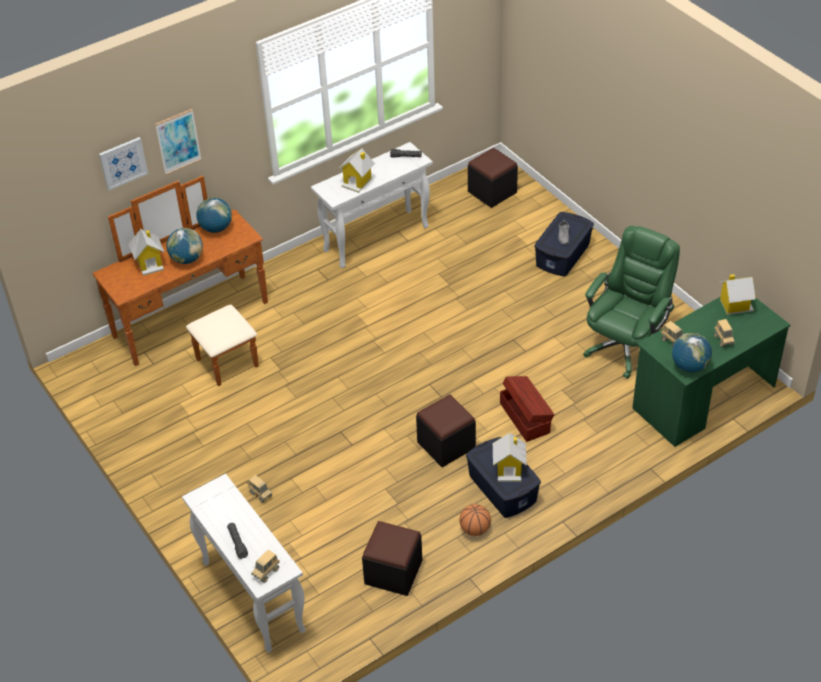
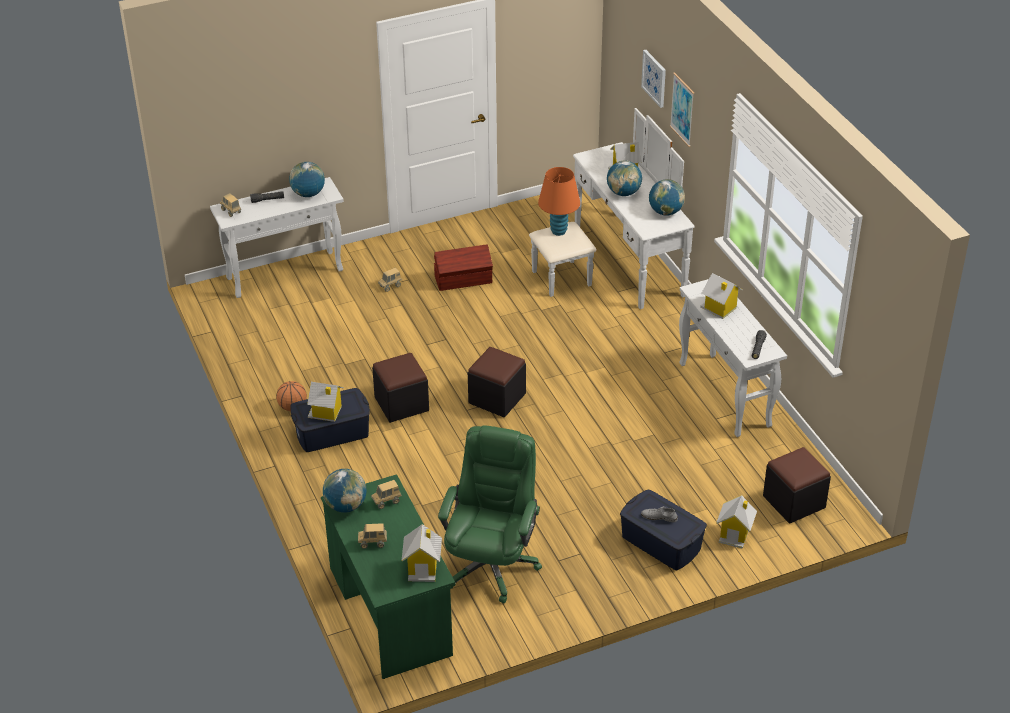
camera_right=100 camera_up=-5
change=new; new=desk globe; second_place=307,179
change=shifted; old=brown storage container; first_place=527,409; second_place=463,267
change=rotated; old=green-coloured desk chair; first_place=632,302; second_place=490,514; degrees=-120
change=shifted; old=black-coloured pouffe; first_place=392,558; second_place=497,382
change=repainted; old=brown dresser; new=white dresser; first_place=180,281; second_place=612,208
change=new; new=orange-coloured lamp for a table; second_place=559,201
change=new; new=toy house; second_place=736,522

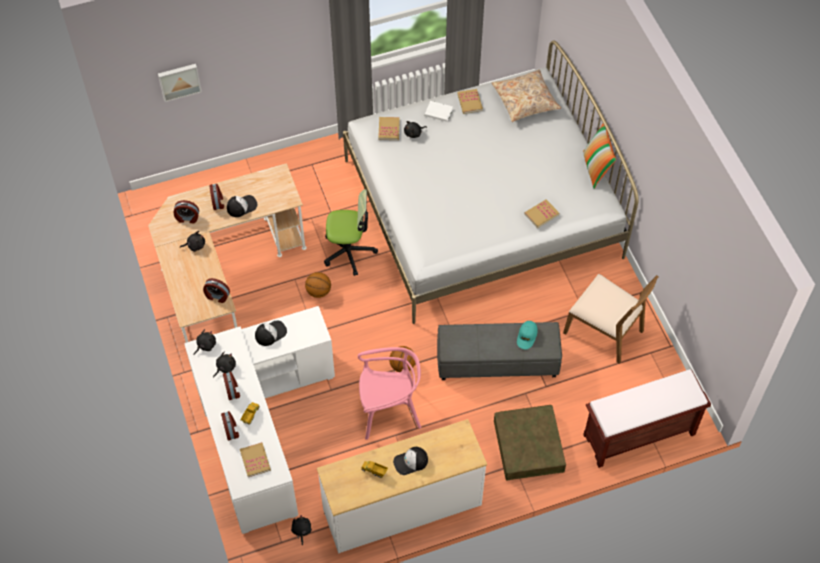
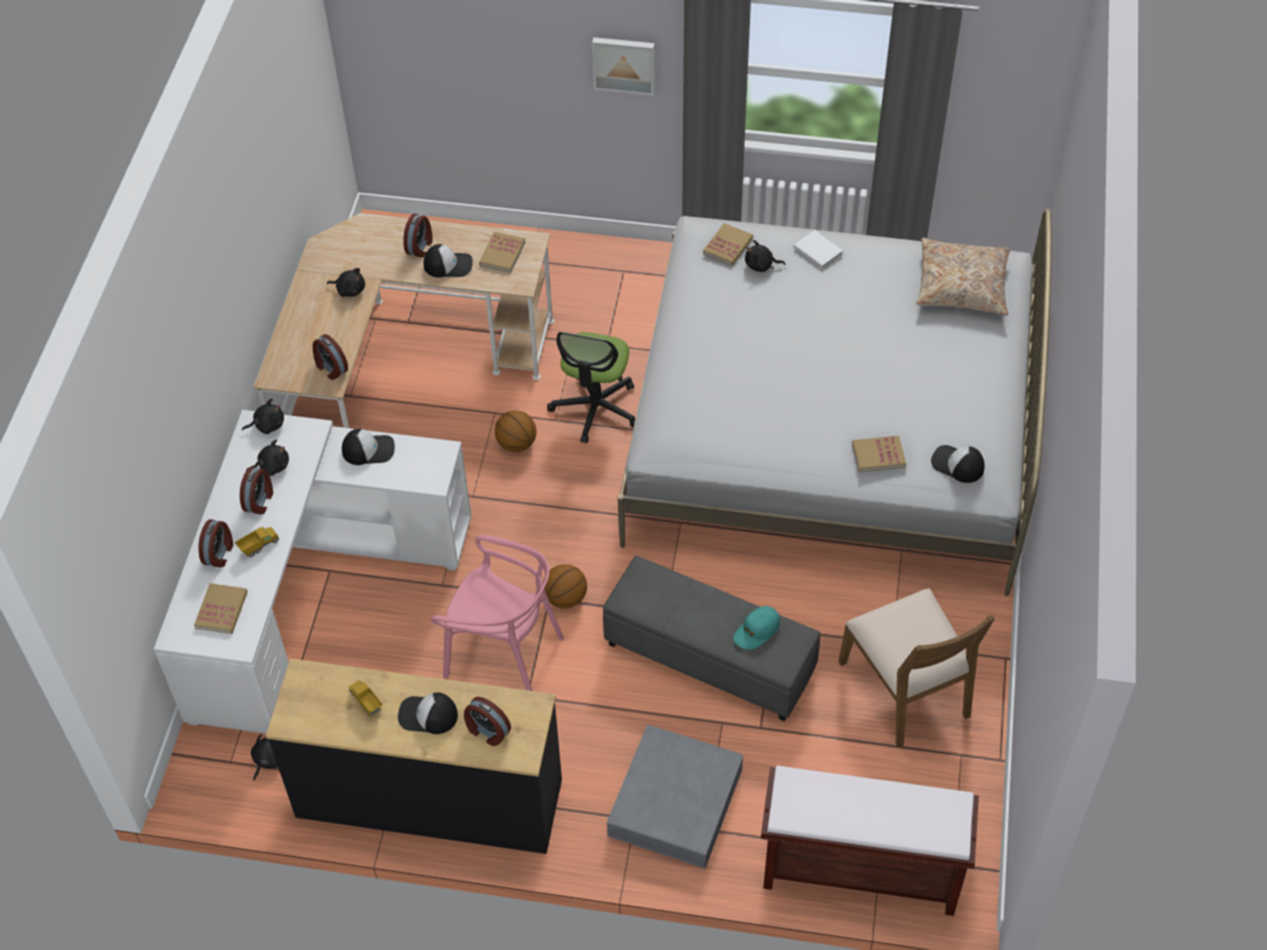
camera_right=30 camera_up=-5
change=repainted; old=white dresser; new=black-coloured dresser; first_place=402,486; second_place=414,756
change=shifted; old=alarm clock; first_place=186,211; second_place=487,721
change=shifted; old=bound book; first_place=470,101; second_place=502,252
change=rotated; old=desk chair; first_place=351,232; second_place=591,387; degrees=75
change=shifted; old=picture; first_place=180,83; second_place=623,66
change=repainted; old=brown storage container; new=gray storage container; first_place=530,443; second_place=675,797
change=new; new=cap; second_place=958,464
change=gone; old=cushion; first_place=599,156

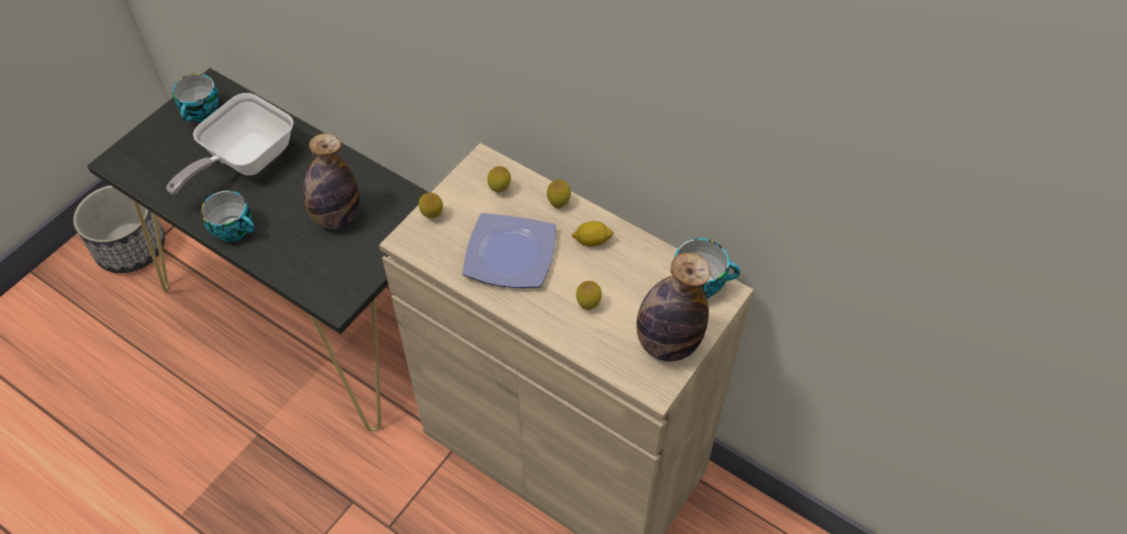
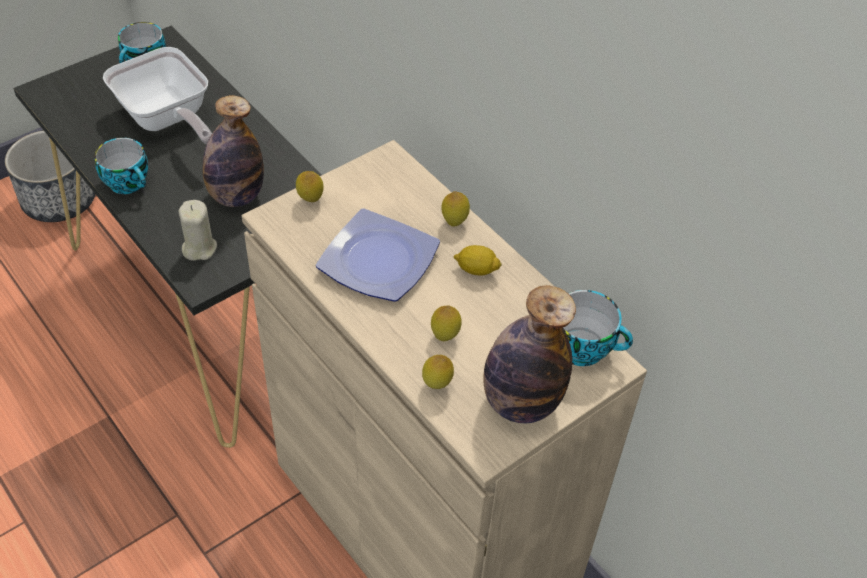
camera_right=15 camera_up=-5
change=rotated; old=pan; first_place=230,143; second_place=157,95; degrees=-90
change=new; new=sand-coloured wax candle; second_place=198,230
change=shifted; old=lemon; first_place=499,179; second_place=438,372

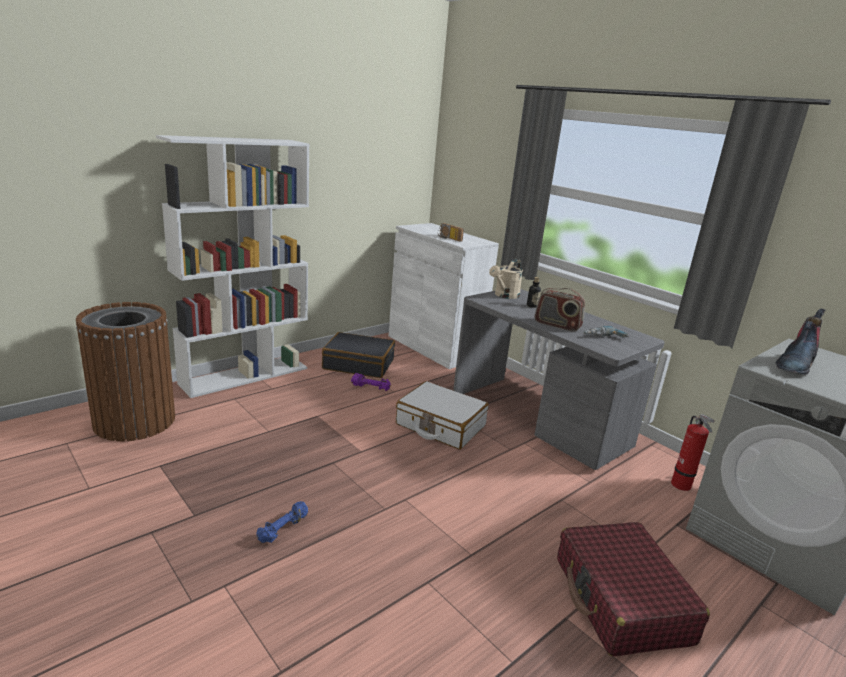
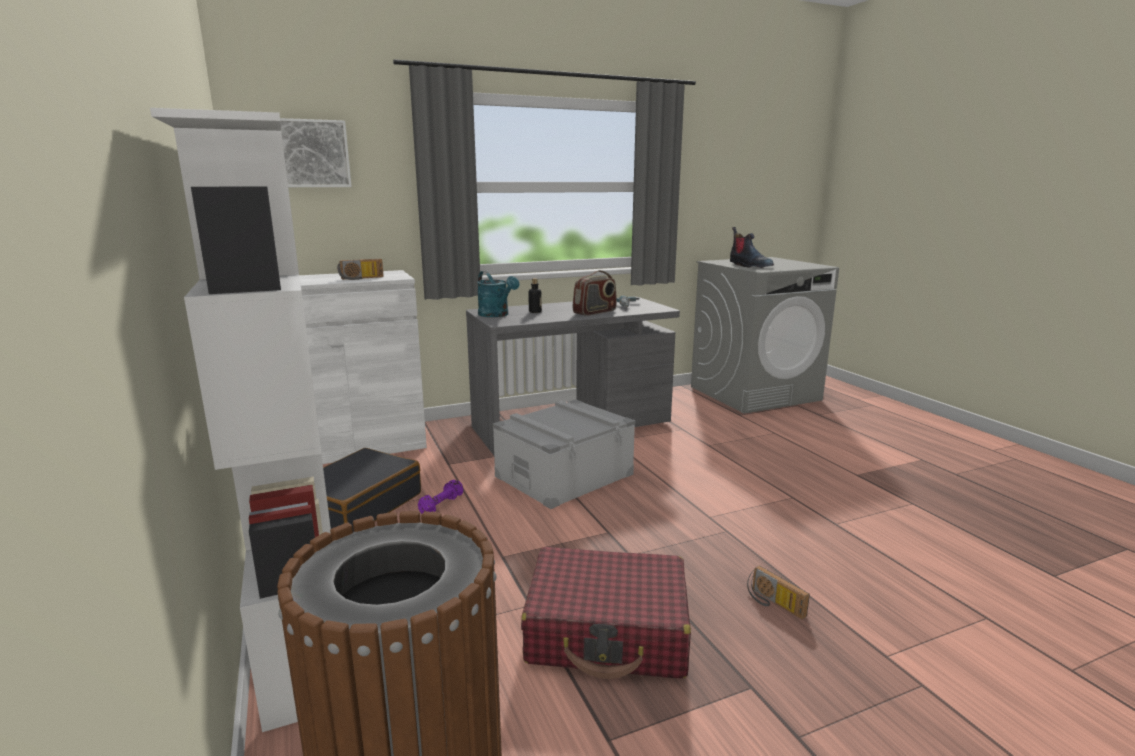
camera_right=-70 camera_up=-5
change=new; new=picture; second_place=316,152
change=repainted; old=sand-coloured sprinkling can; new=turquoise-coloured sprinkling can; first_place=506,279; second_place=498,294
change=swapped; old=white travel case; new=gray storage container; first_place=442,415; second_place=564,454
change=shifted; old=red travel case; first_place=633,589; second_place=606,612
change=swapped; old=blue-coloured free weight; new=radio set; first_place=282,522; second_place=778,592
change=gone; old=fire-fighting cylinder; first_place=692,452

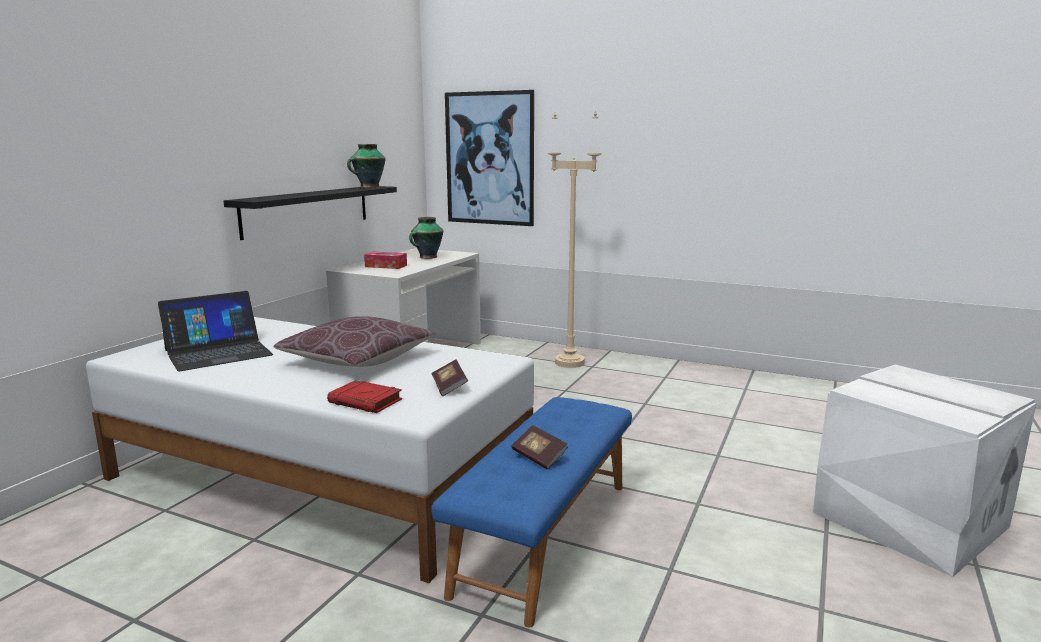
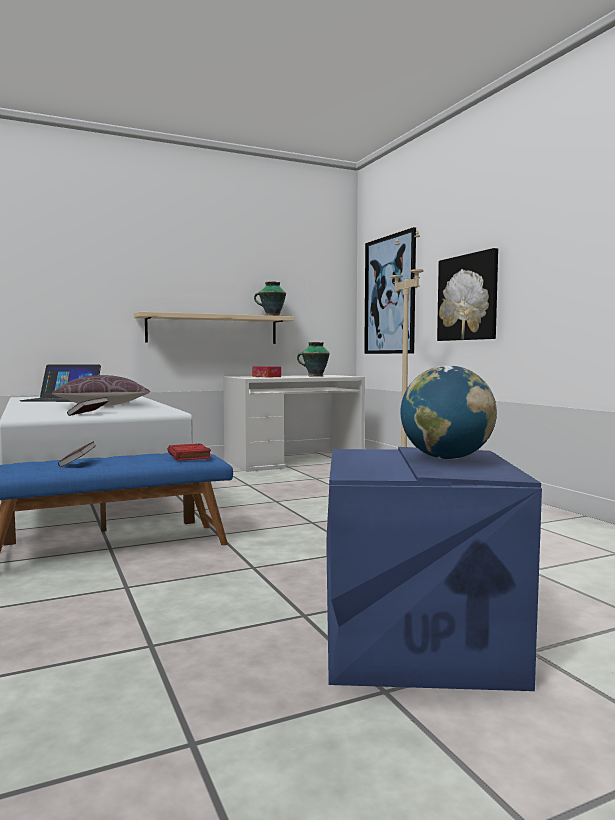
camera_right=40 camera_up=-10
change=repainted; old=black-coloured shelf; new=sand-coloured shelf; first_place=310,213; second_place=214,328
change=shifted; old=red bound book; first_place=364,396; second_place=189,452
change=repainted; old=white storage container; new=blue-coloured storage container; first_place=925,470; second_place=434,569
change=new; new=desk globe; second_place=448,412
change=new; new=picture; second_place=467,294

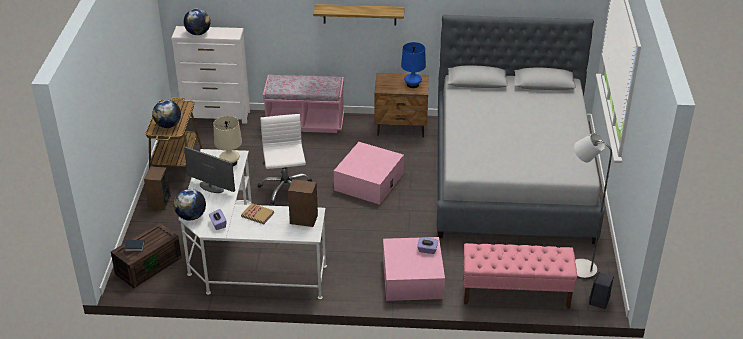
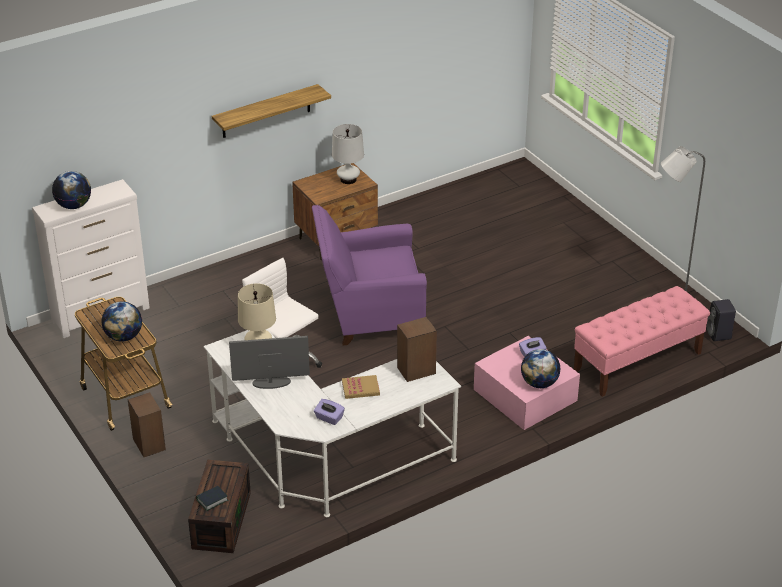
camera_right=-35 camera_up=0
change=swapped; old=pinkish storage container; new=purplish lounge chair; first_place=369,173; second_place=369,275
change=repainted; old=blue-coloured lamp for a table; new=white lamp for a table; first_place=413,65; second_place=348,154
change=shifted; old=desk globe; first_place=190,204; second_place=541,368
change=gone; old=pinkish long seat; first_place=303,104
change=gone; old=gray bed; first_place=521,129

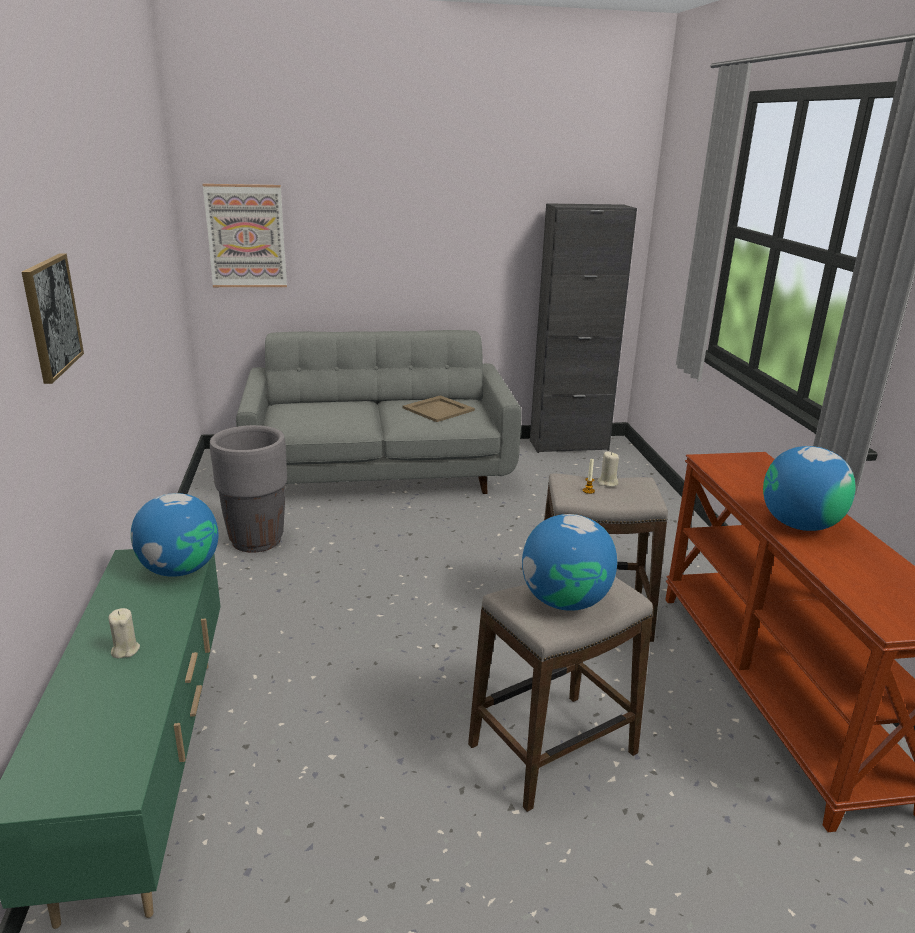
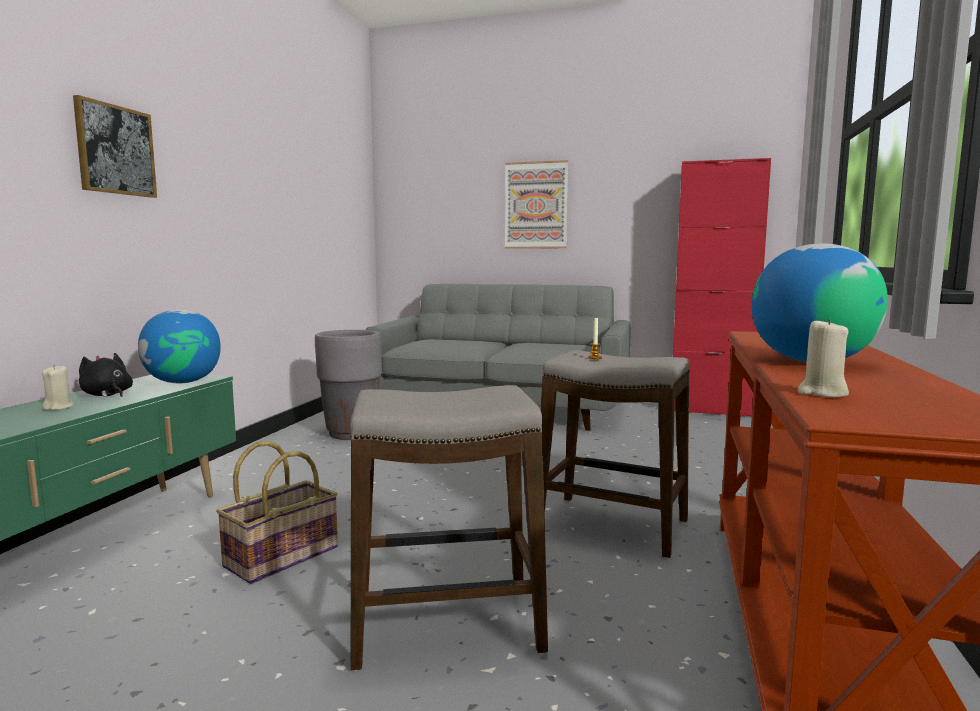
camera_right=25 camera_up=-15
change=new; new=black-coloured plush toy; second_place=106,375
change=new; new=basket; second_place=277,512
change=shifted; old=picture; first_place=245,235; second_place=536,204
change=repainted; old=black-coloured cupboard; new=red cupboard; first_place=583,328; second_place=722,287
change=shifted; old=sand-coloured wax candle; first_place=608,469; second_place=823,357
change=gone; old=sand-coloured serving tray; first_place=439,408
change=gone; old=desk globe; first_place=569,562

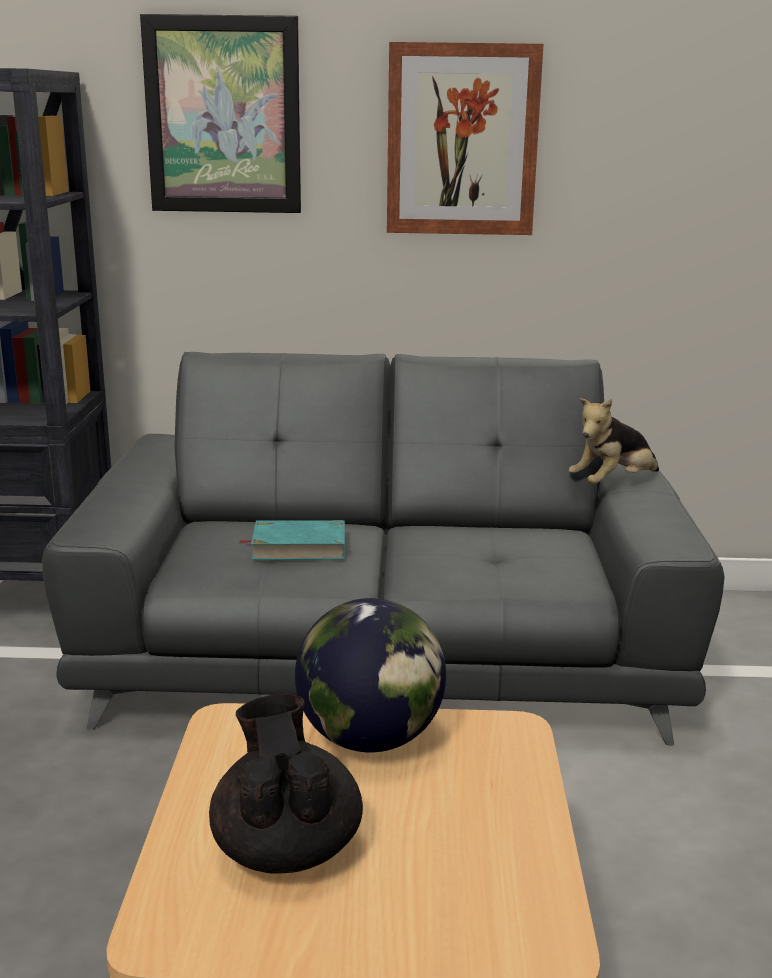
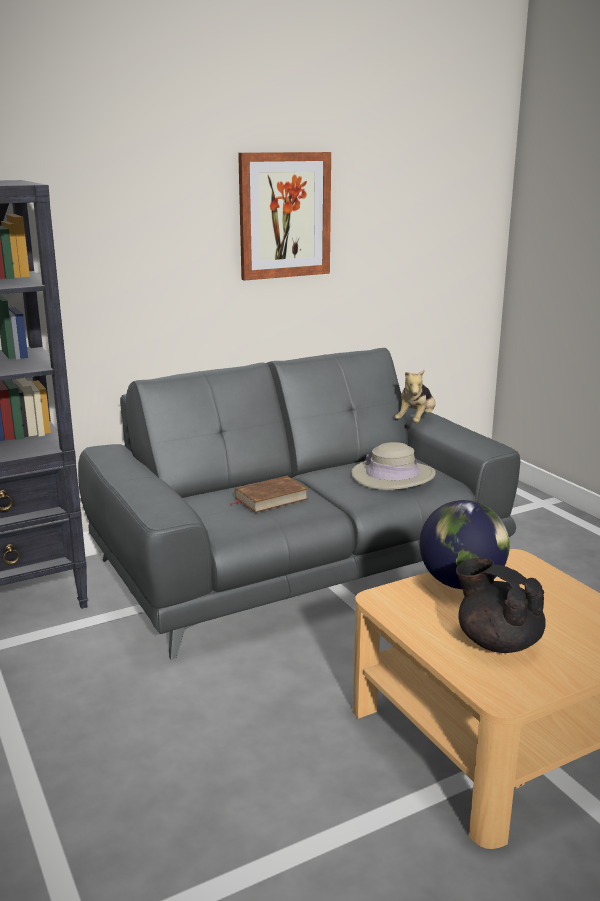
camera_right=-30 camera_up=0
change=repainted; old=turquoise-coloured bound book; new=brown bound book; first_place=292,540; second_place=269,494
change=new; new=sand-coloured hat; second_place=393,466
change=gone; old=picture; first_place=220,113

